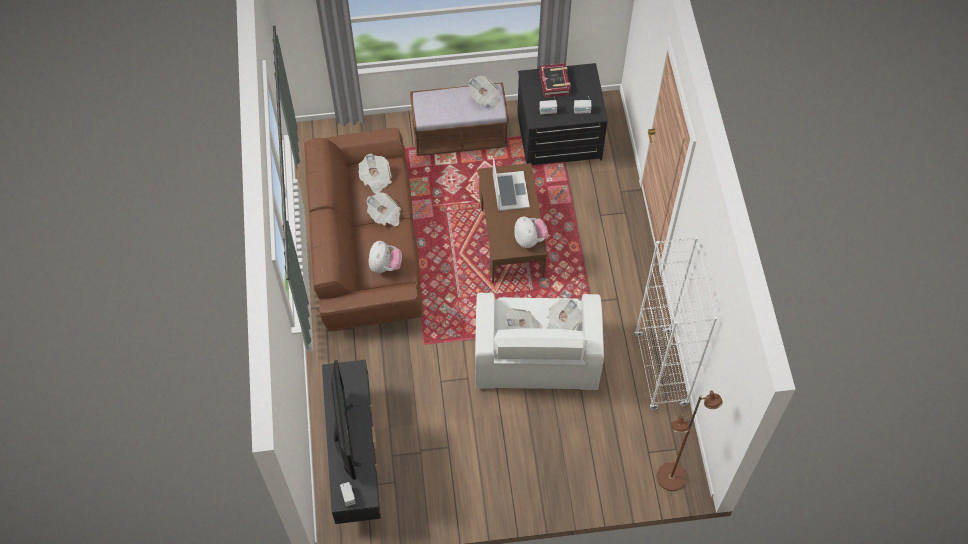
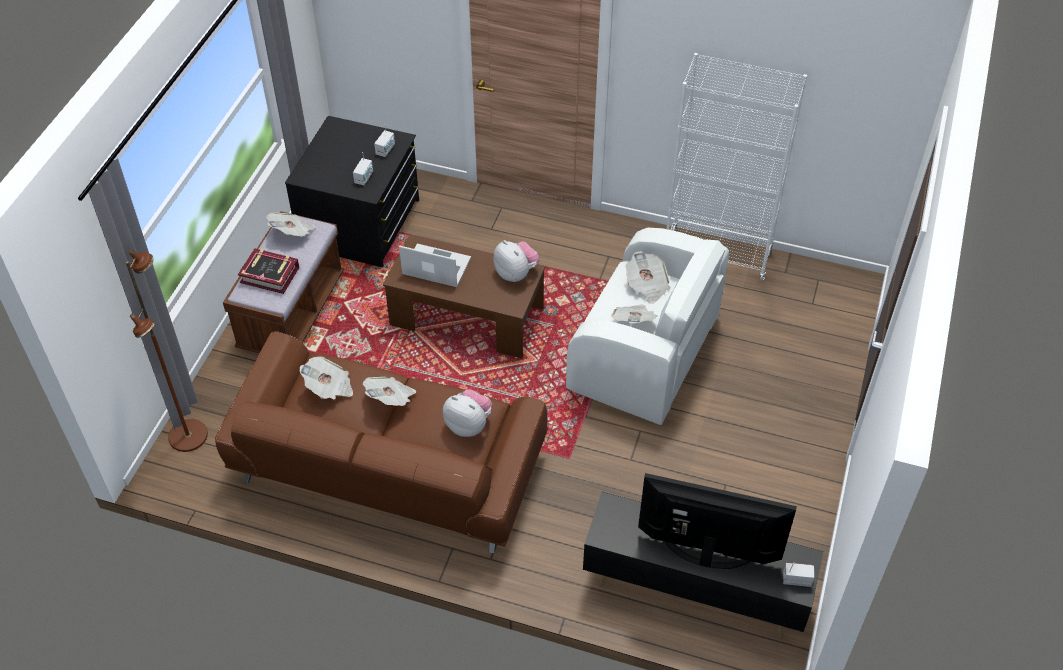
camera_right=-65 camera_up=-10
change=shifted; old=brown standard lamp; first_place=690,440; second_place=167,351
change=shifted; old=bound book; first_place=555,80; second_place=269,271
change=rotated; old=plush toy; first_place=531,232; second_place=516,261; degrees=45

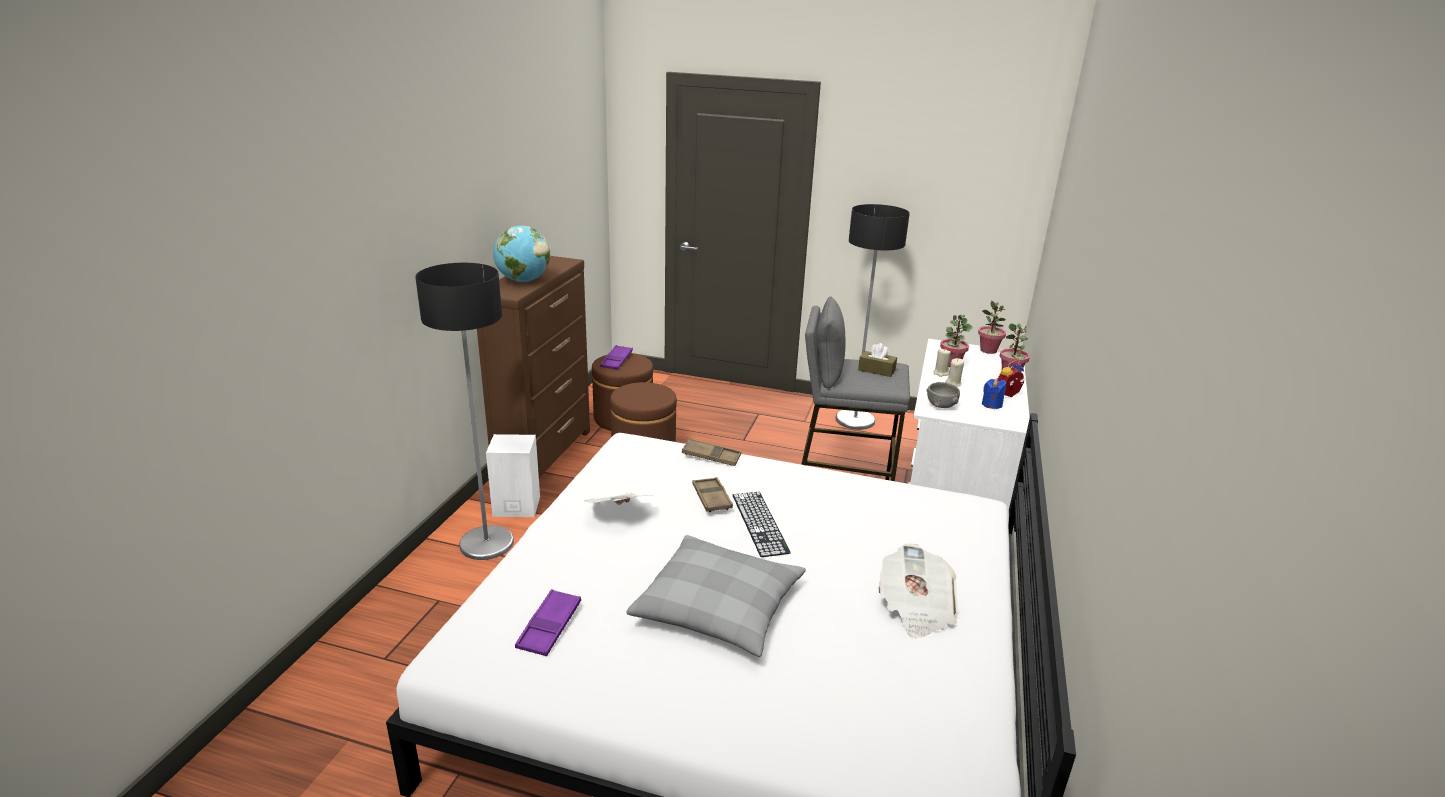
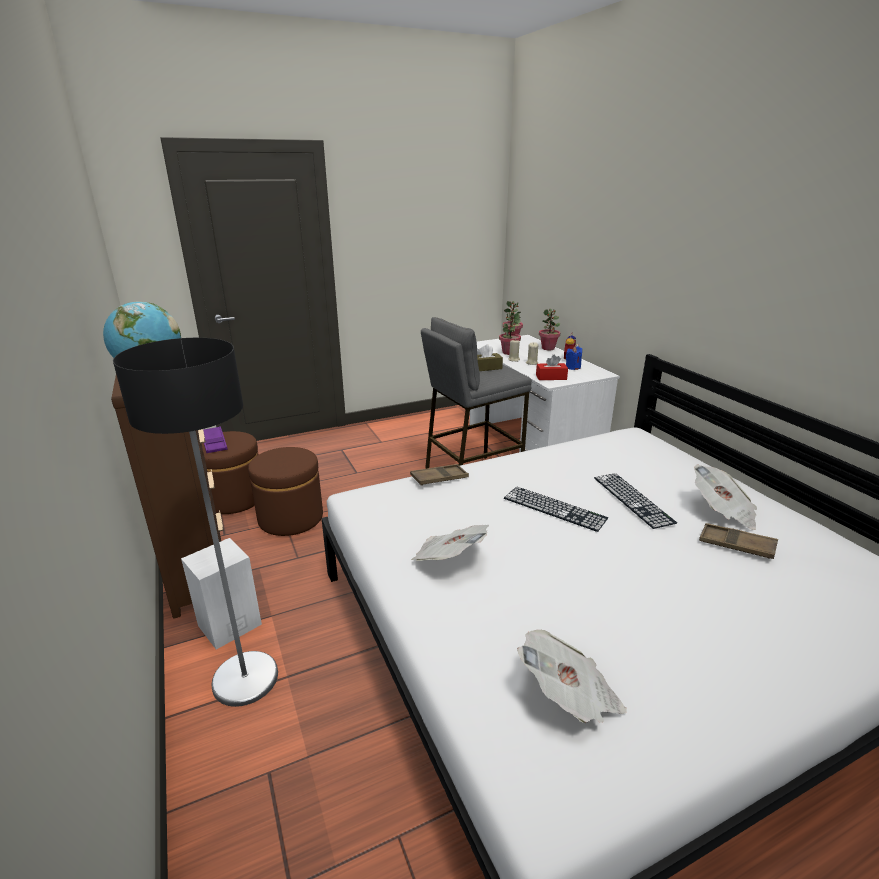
camera_right=-40 camera_up=0
change=swapped; old=purplish serving tray; new=daily paper; first_place=548,622; second_place=571,676
change=swapped; old=gray bowl; new=red box of tissues; first_place=943,395; second_place=552,367
change=new; new=computer keyboard; second_place=635,501
change=shifted; old=brown serving tray; first_place=712,494; second_place=738,541
change=gone; old=gray cushion; first_place=716,596
change=gone; old=standard lamp; first_place=872,317

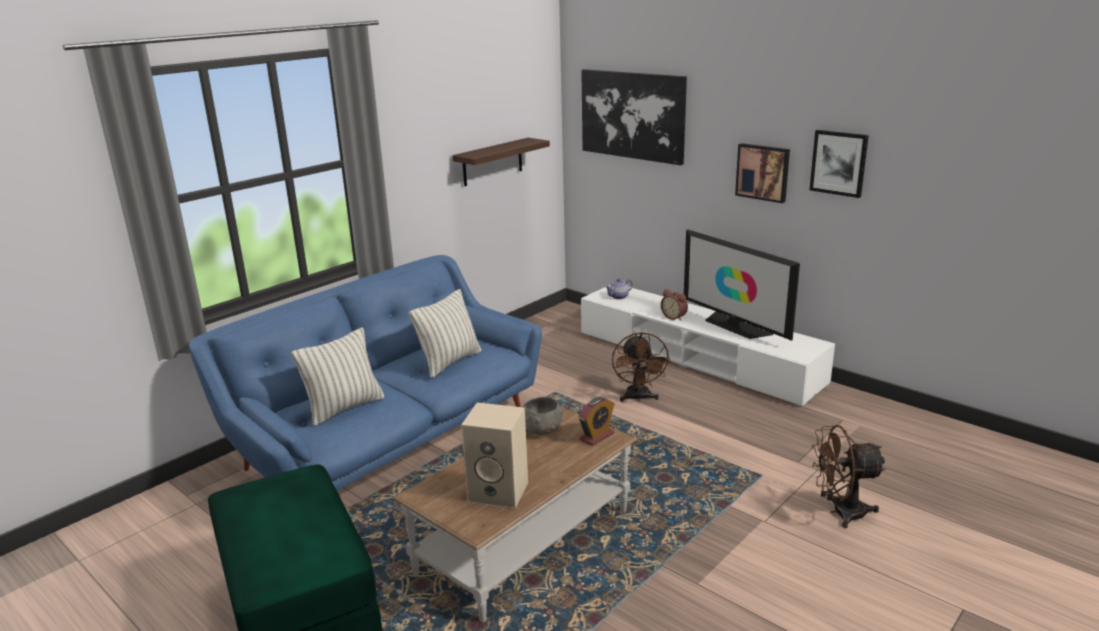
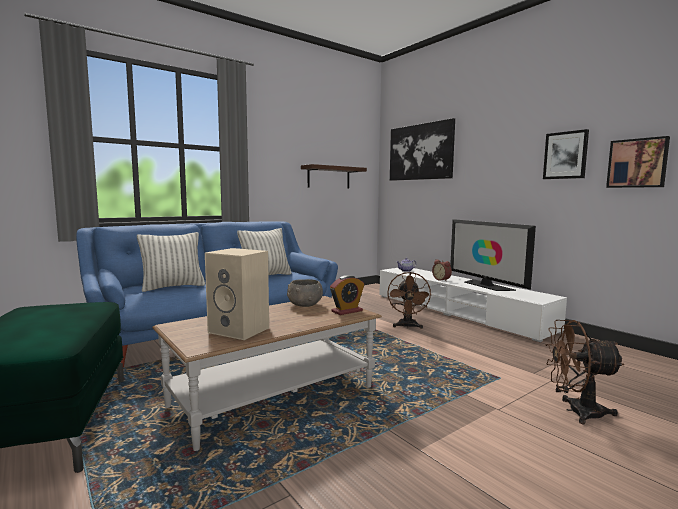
camera_right=10 camera_up=-15
change=shifted; old=picture; first_place=762,173; second_place=638,162

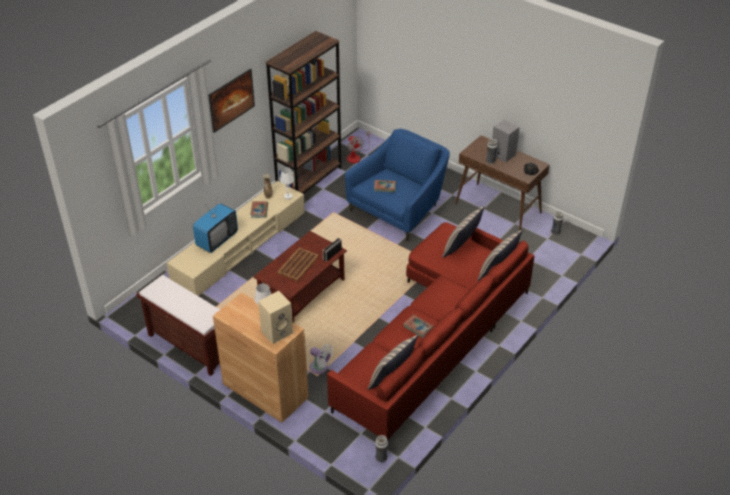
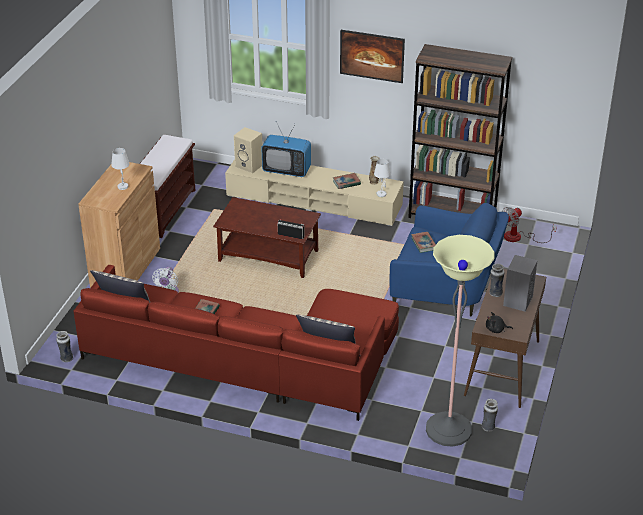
camera_right=70 camera_up=-5
change=shifted; old=sand-coloured audio speaker; first_place=275,317; second_place=248,150
change=new; new=standard lamp; second_place=460,341
change=gone; old=brown serving tray; first_place=298,264
change=gone; old=cushion; first_place=463,232

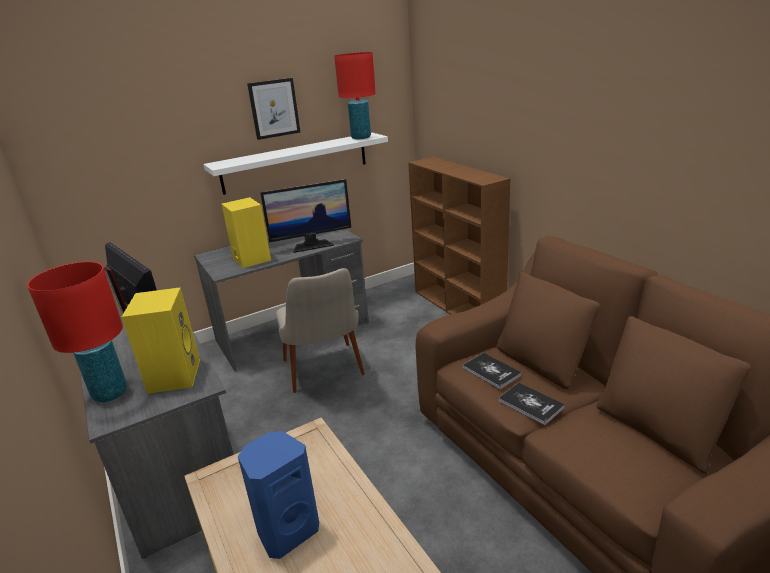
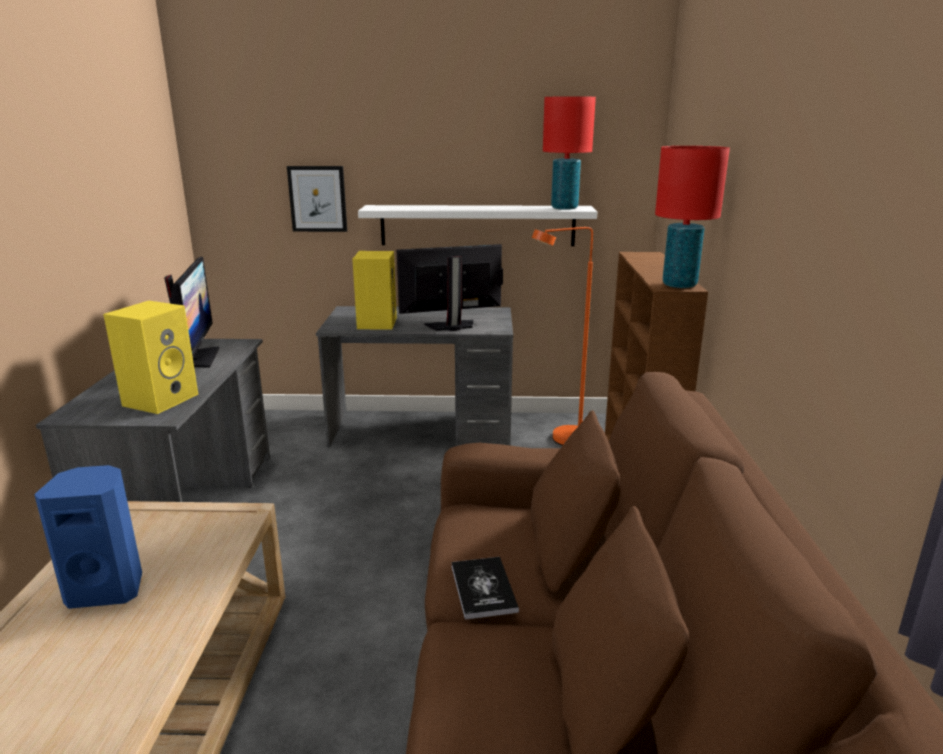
camera_right=30 camera_up=-5
change=shifted; old=picture; first_place=273,109; second_place=317,199
change=rotated; old=computer screen; first_place=305,216; second_place=450,287; degrees=150
change=new; new=orange-coloured standard lamp; second_place=562,336
change=shifted; old=red lamp for a table; first_place=77,332; second_place=692,217
change=gone; old=sand-coloured plain chair; first_place=320,330
change=gone; old=bound book; first_place=492,371

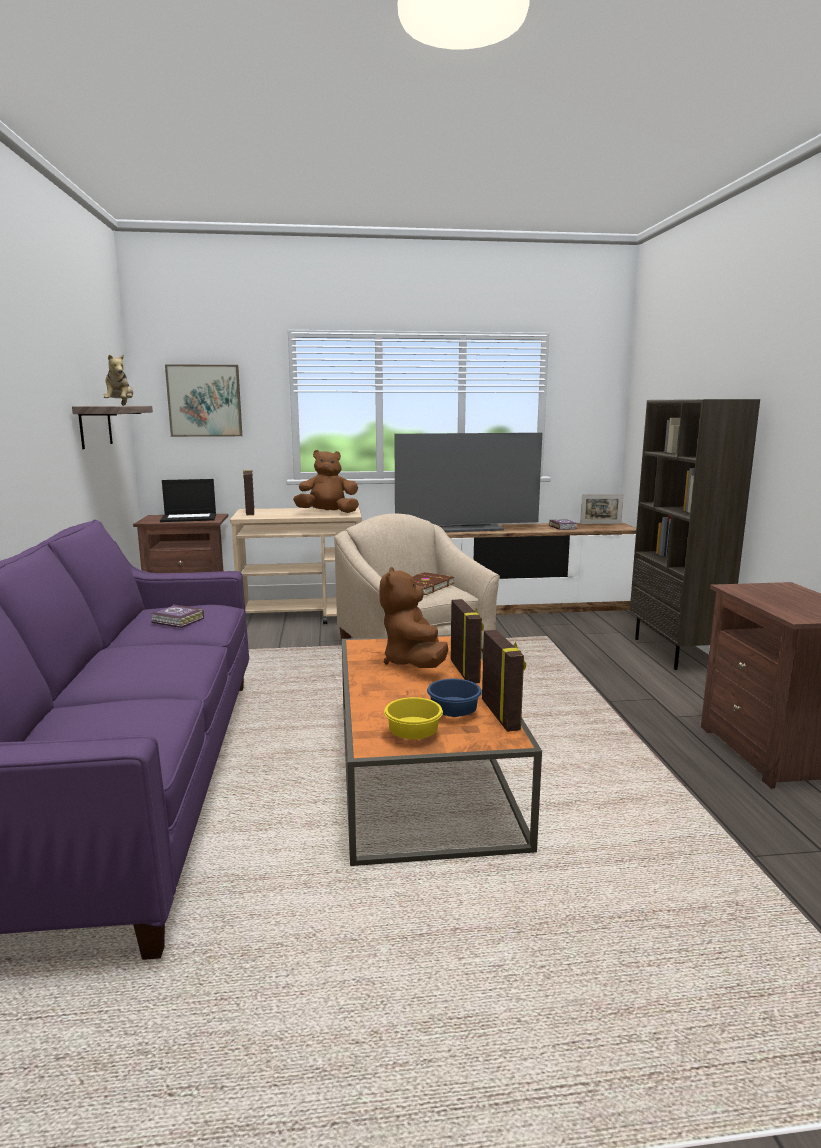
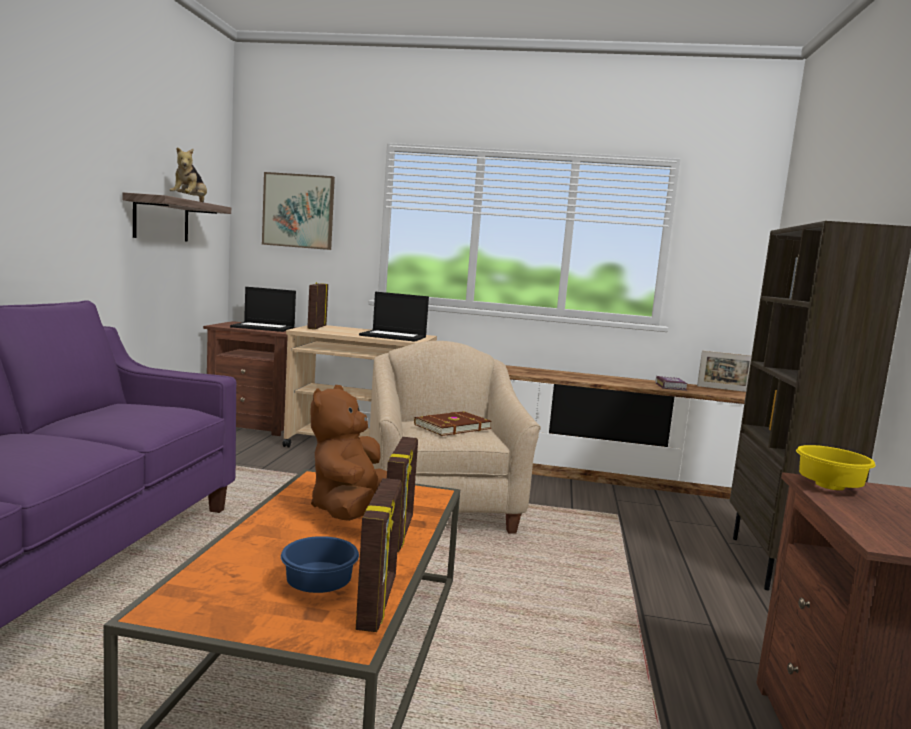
camera_right=15 camera_up=-5
change=swapped; old=brown plush toy; new=portable computer; first_place=326,481; second_place=394,317
change=shifted; old=yellow bowl; first_place=413,718; second_place=836,467
change=gone; old=bound book; first_place=177,616
change=gone; old=TV set; first_place=468,483

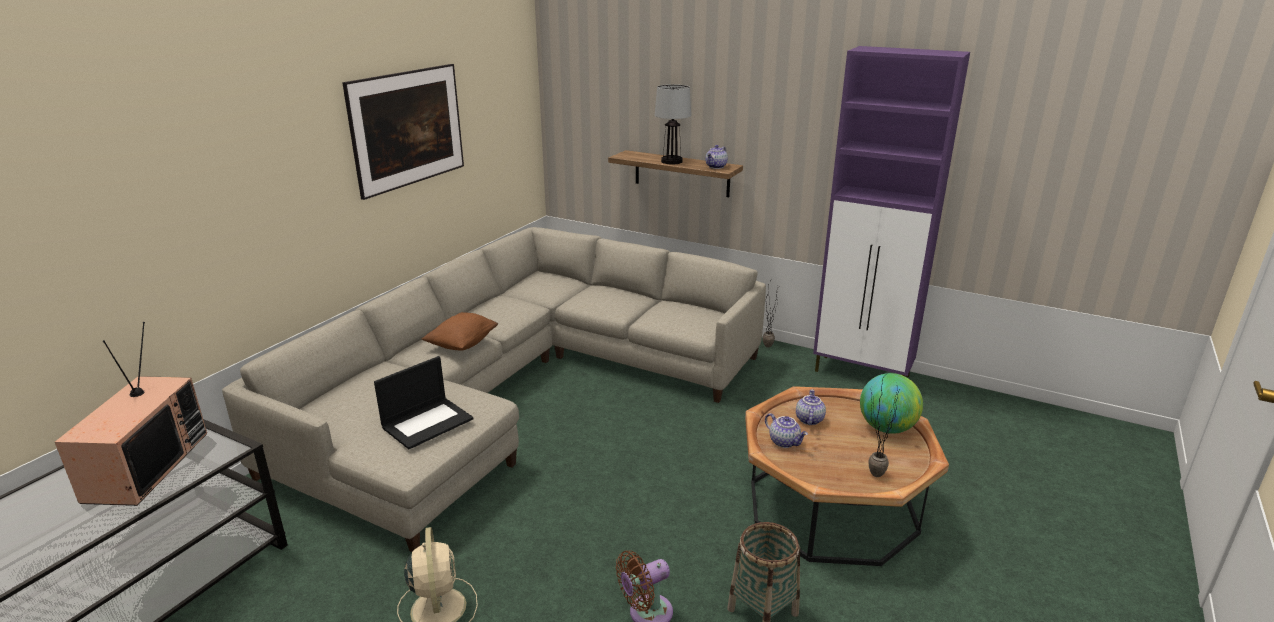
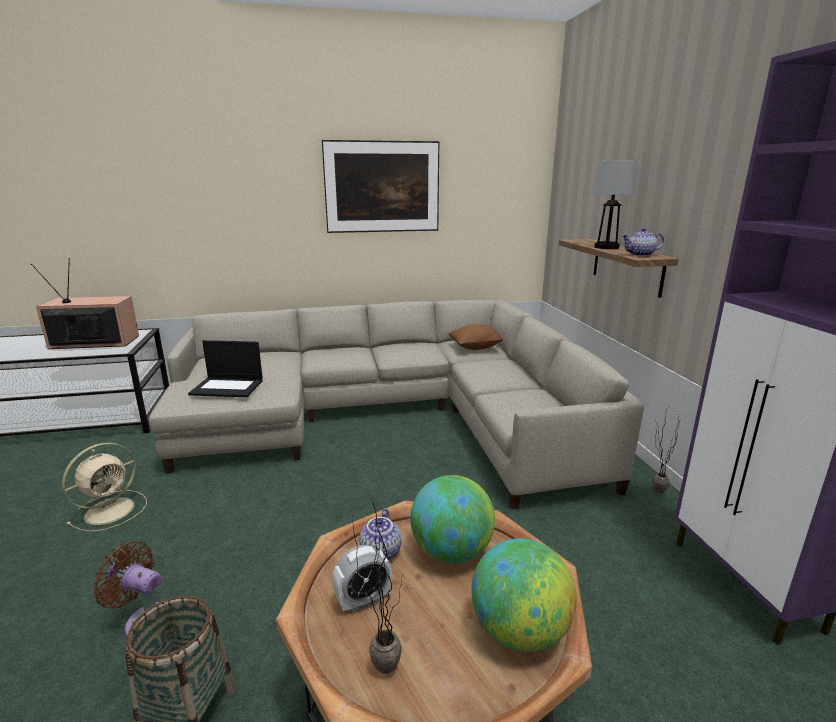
camera_right=50 camera_up=-5
change=rotated; old=TV set; first_place=131,414; second_place=85,303; degrees=-150
change=new; new=alarm clock; second_place=362,579
change=swapped; old=tea pot; new=desk globe; first_place=811,407; second_place=452,519
change=shifted; old=brown cushion; first_place=459,331; second_place=476,337

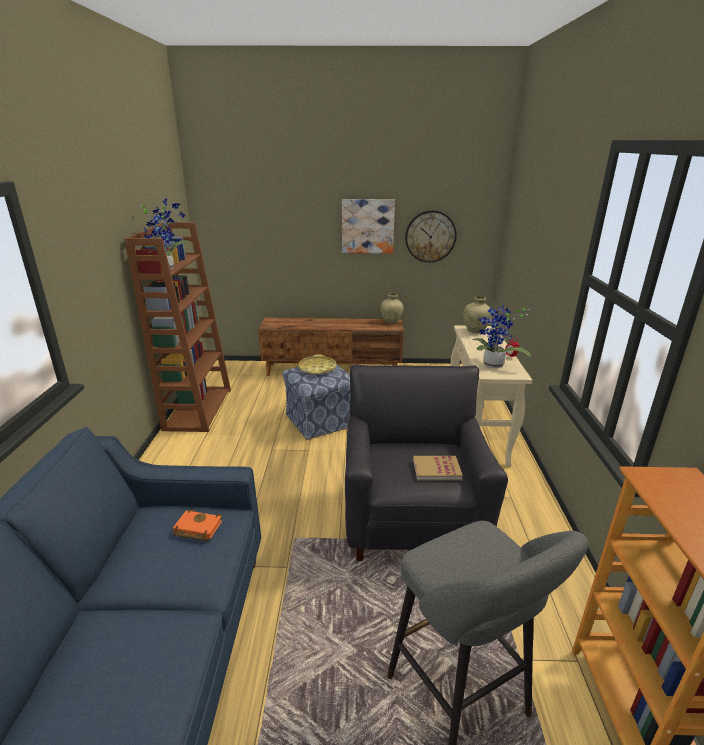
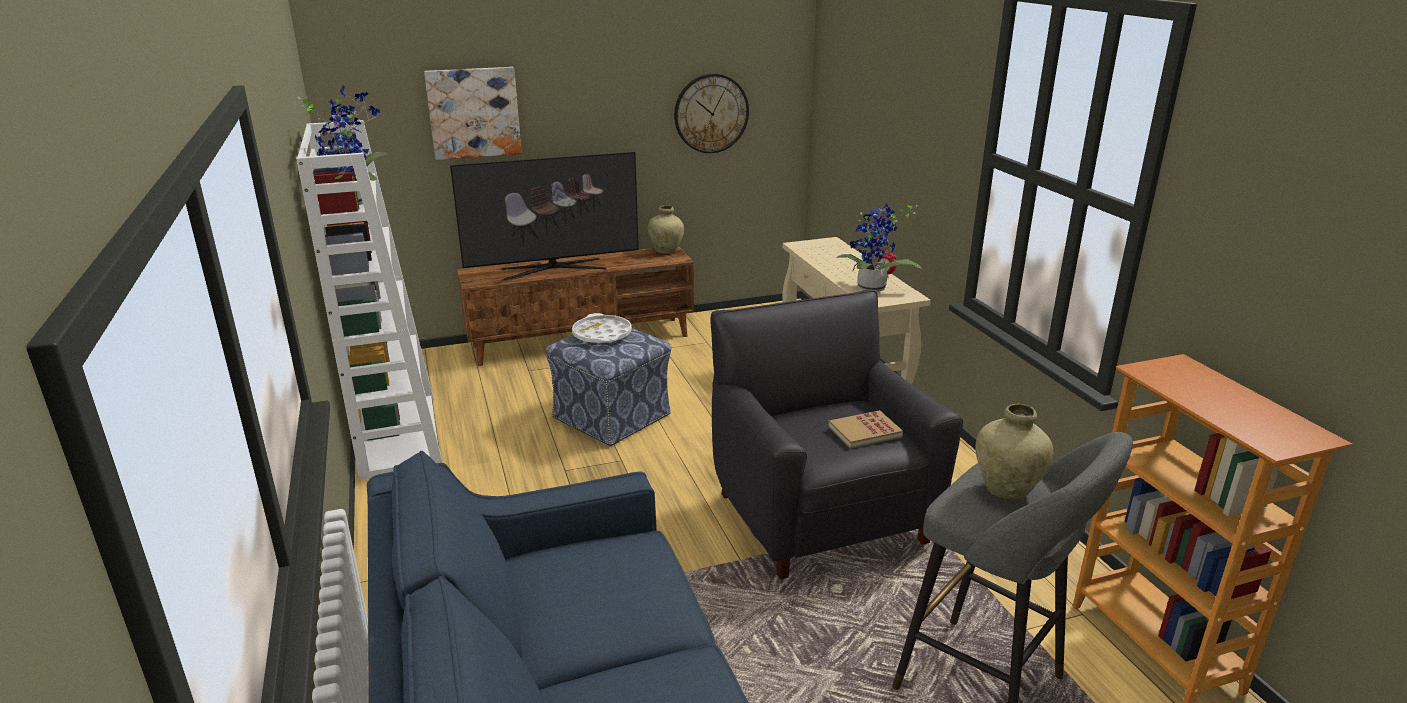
camera_right=-20 camera_up=0
change=repainted; old=brown shelving unit; new=white shelving unit; first_place=177,327; second_place=369,300
change=shifted; old=picture; first_place=368,226; second_place=473,113
change=new; new=TV set; second_place=544,216
change=repainted; old=yellow serving tray; new=white serving tray; first_place=317,364; second_place=602,328
change=shifted; old=sand-coloured flower vase; first_place=477,314; second_place=1014,451
change=gone; old=orange-coloured bound book; first_place=197,525

